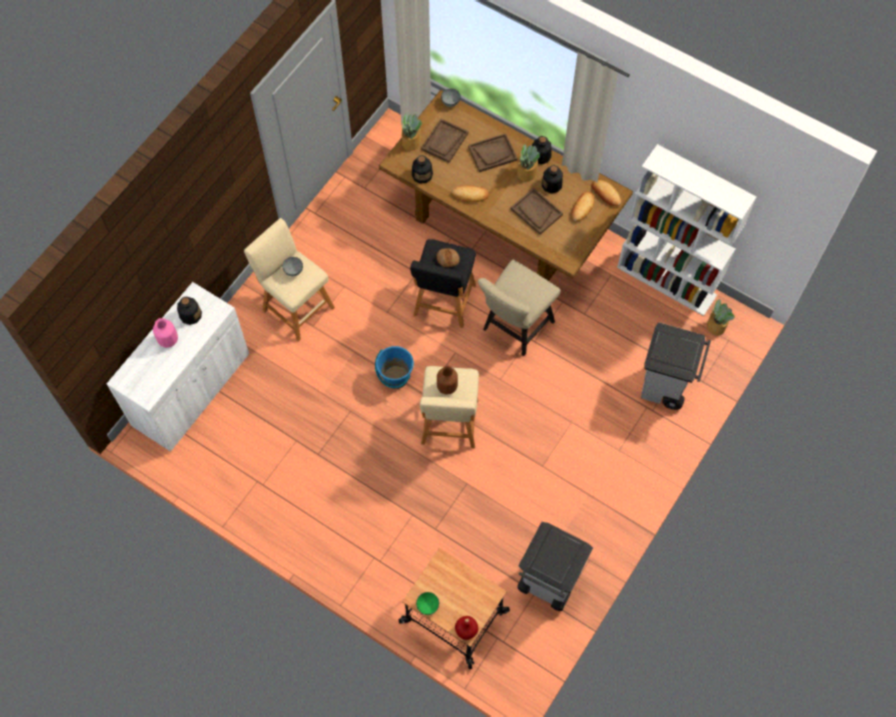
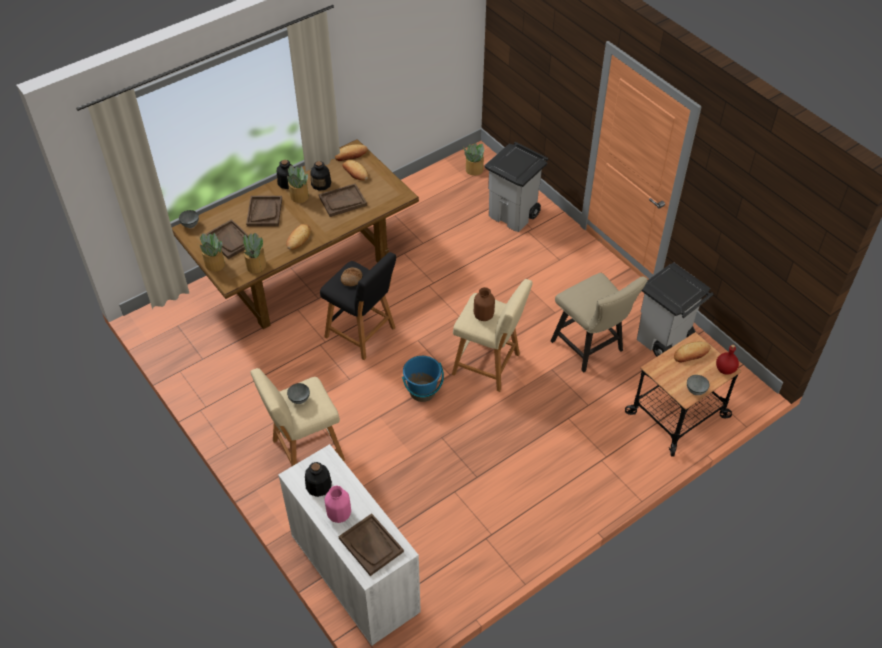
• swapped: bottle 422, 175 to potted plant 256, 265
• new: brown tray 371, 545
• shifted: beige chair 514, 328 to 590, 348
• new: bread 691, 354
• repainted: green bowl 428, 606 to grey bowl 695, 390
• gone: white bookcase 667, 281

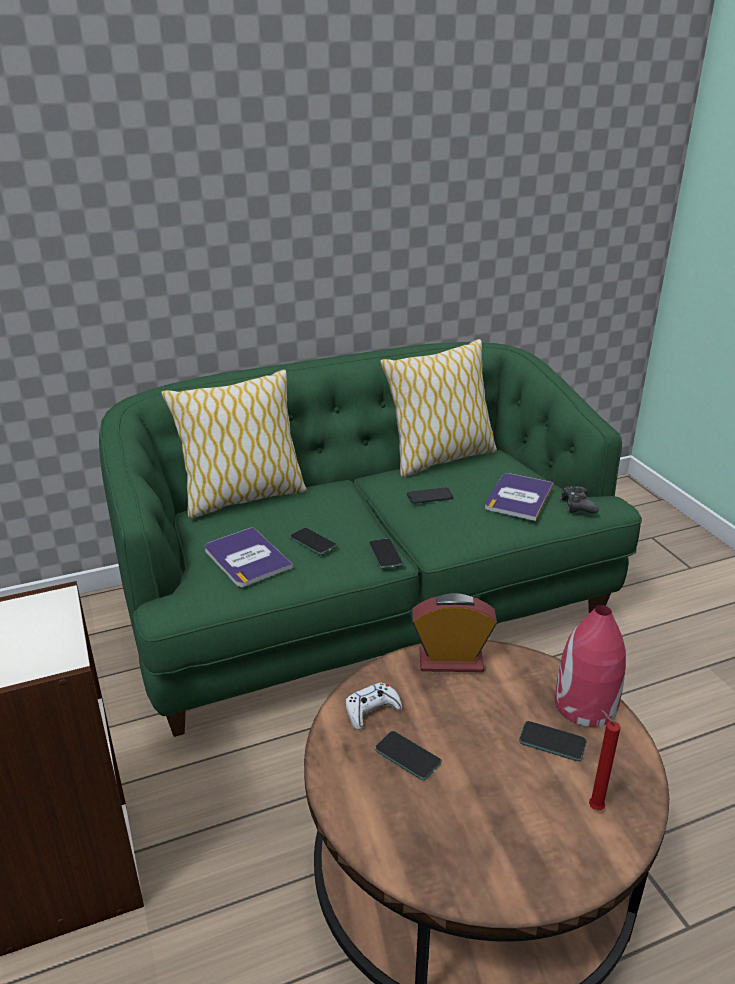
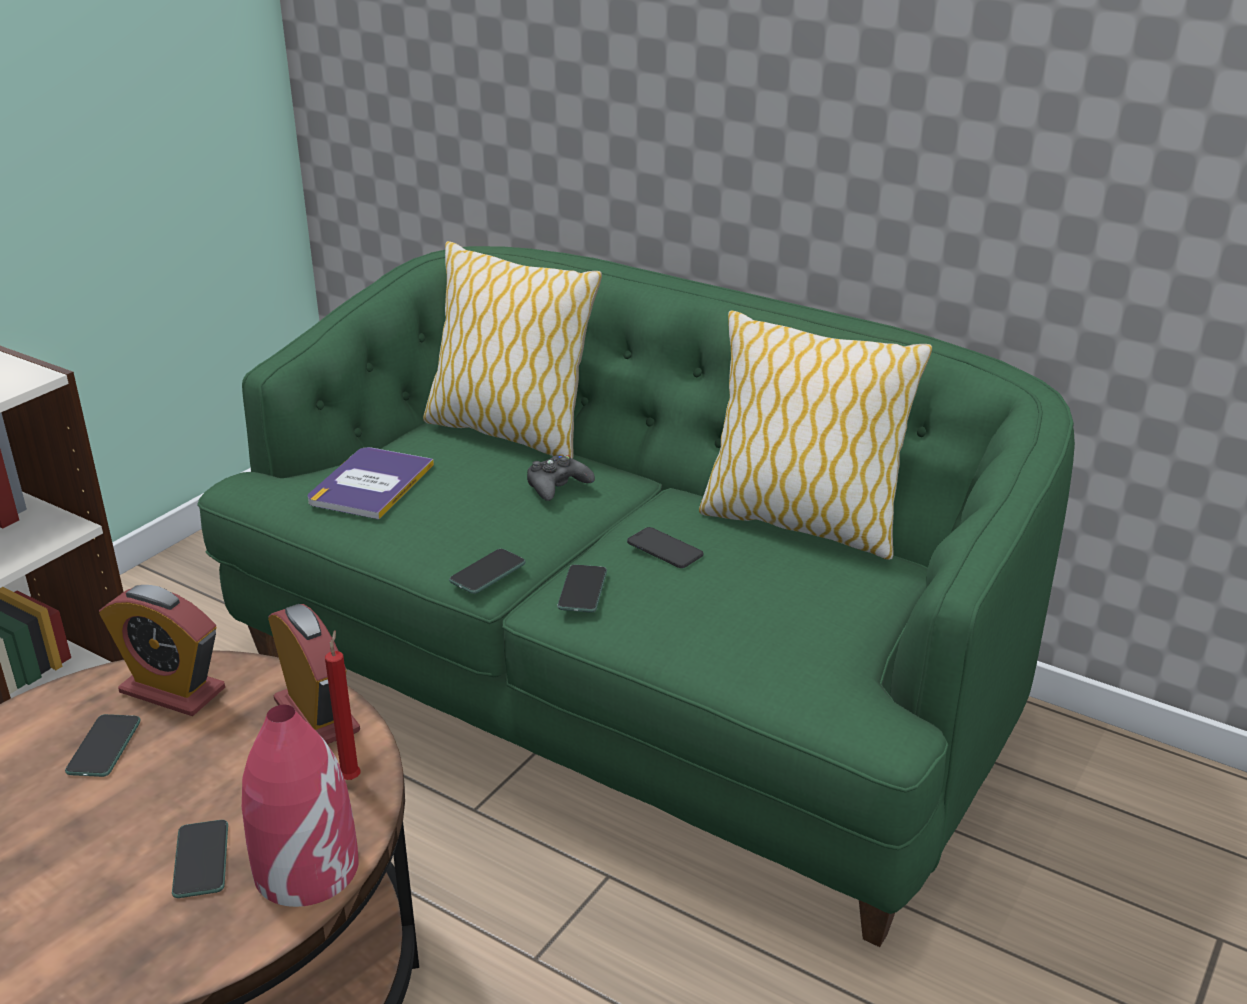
• swapped: white game controller 372, 710 to alarm clock 172, 691
• shifted: red candle 593, 806 to 351, 777
• shifted: black game controller 577, 505 to 557, 486
• shifted: phone 313, 542 to 582, 590
• gone: book 519, 497

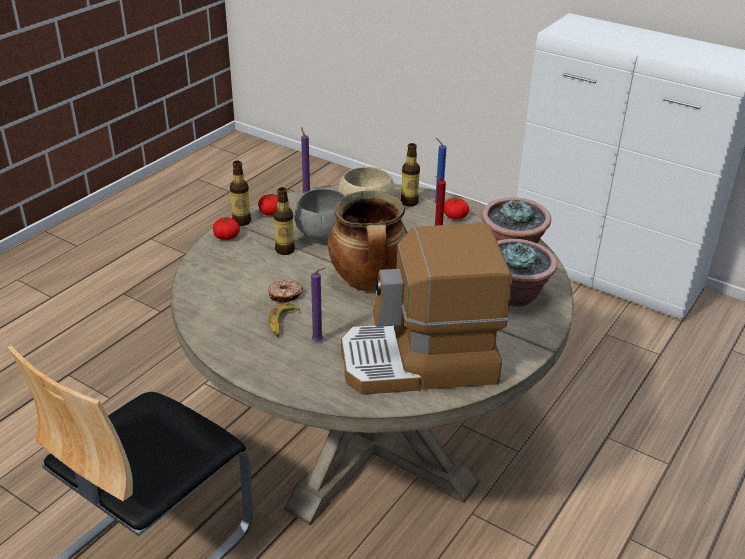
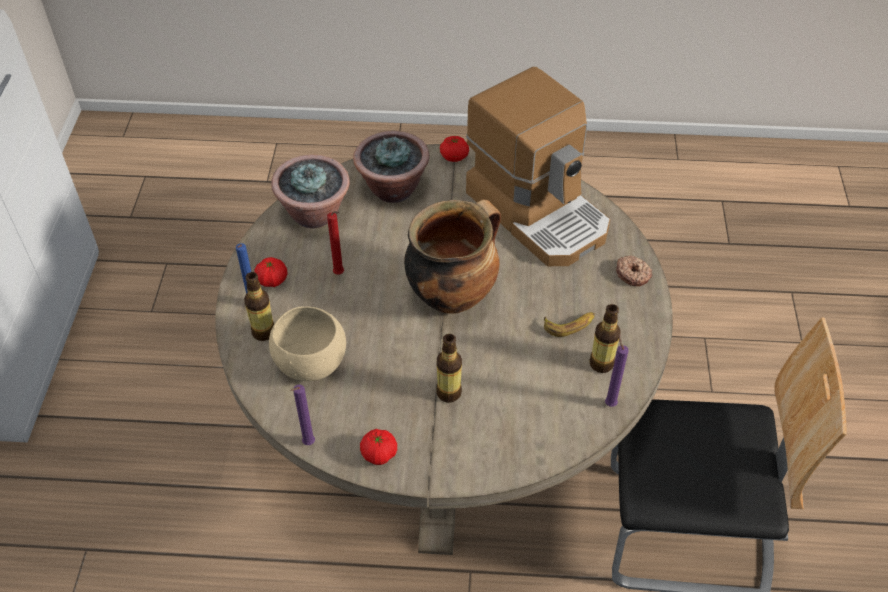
• shifted: tomato 226, 237 to 454, 156
• shifted: bottle 242, 221 to 601, 363
• shifted: purple candle 319, 342 to 609, 402
• shifted: donut 285, 295 to 633, 274
• gone: grey bowl 324, 235

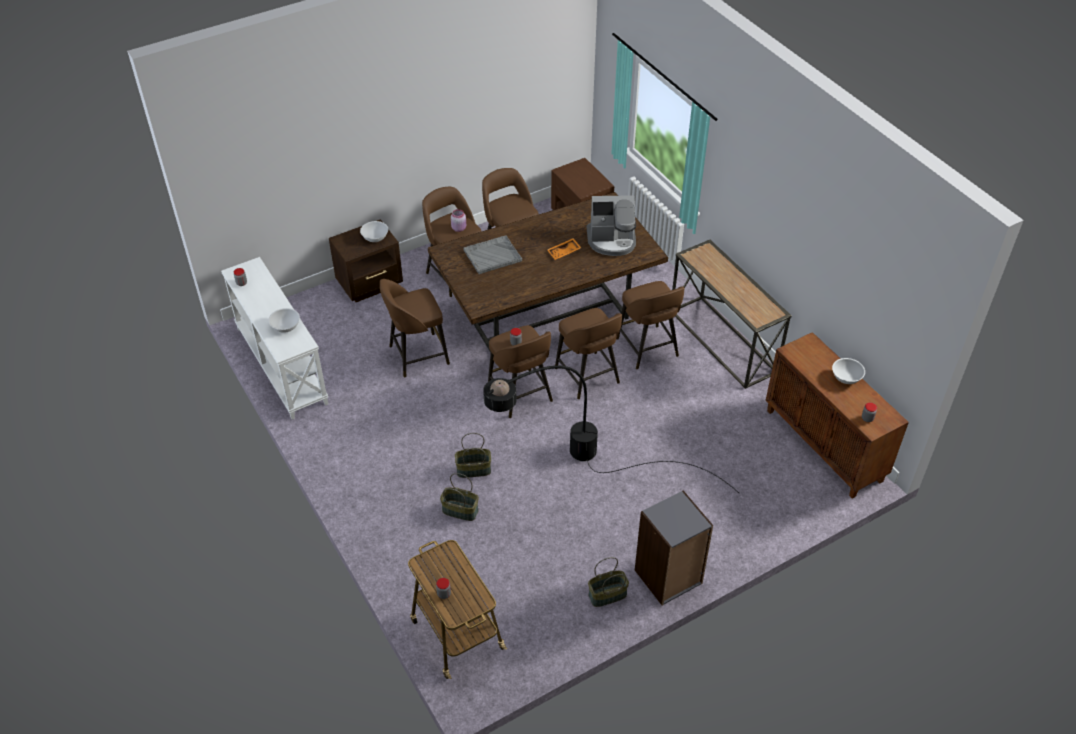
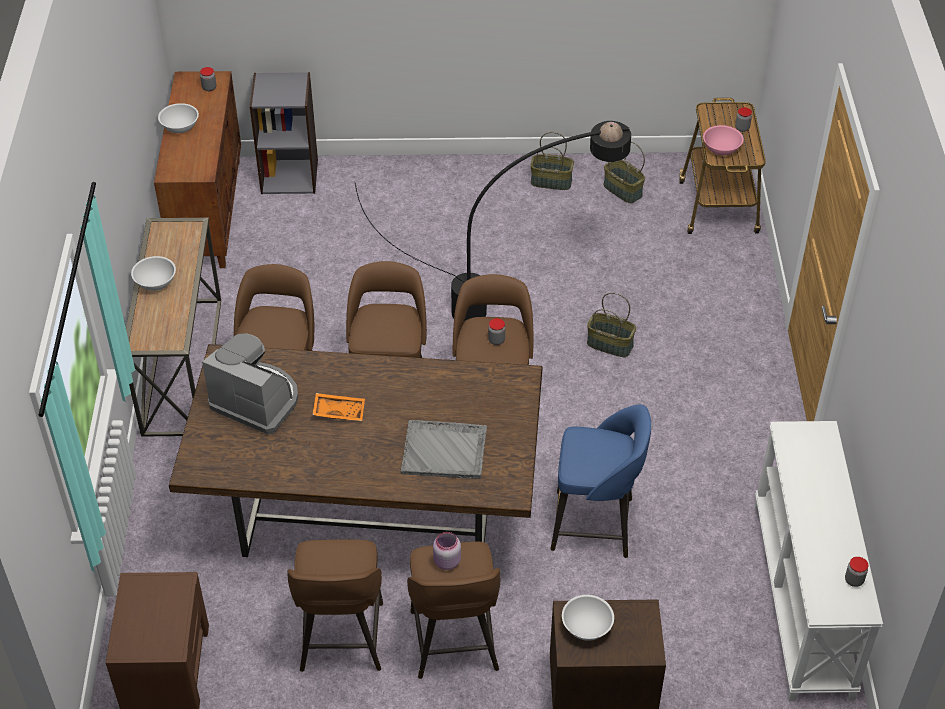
• shifted: white bowl 285, 326 to 155, 283
• shifted: grey bookcase 668, 577 to 289, 176
• repainted: brown stool 417, 355 to blue stool 595, 524
• shifted: basket 460, 510 to 622, 190
• new: pink bowl 721, 149

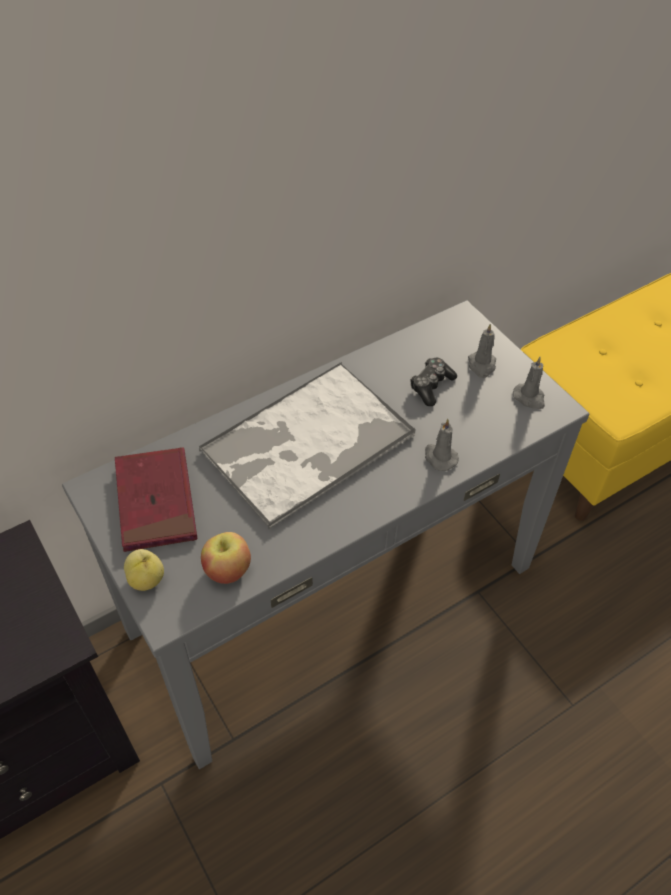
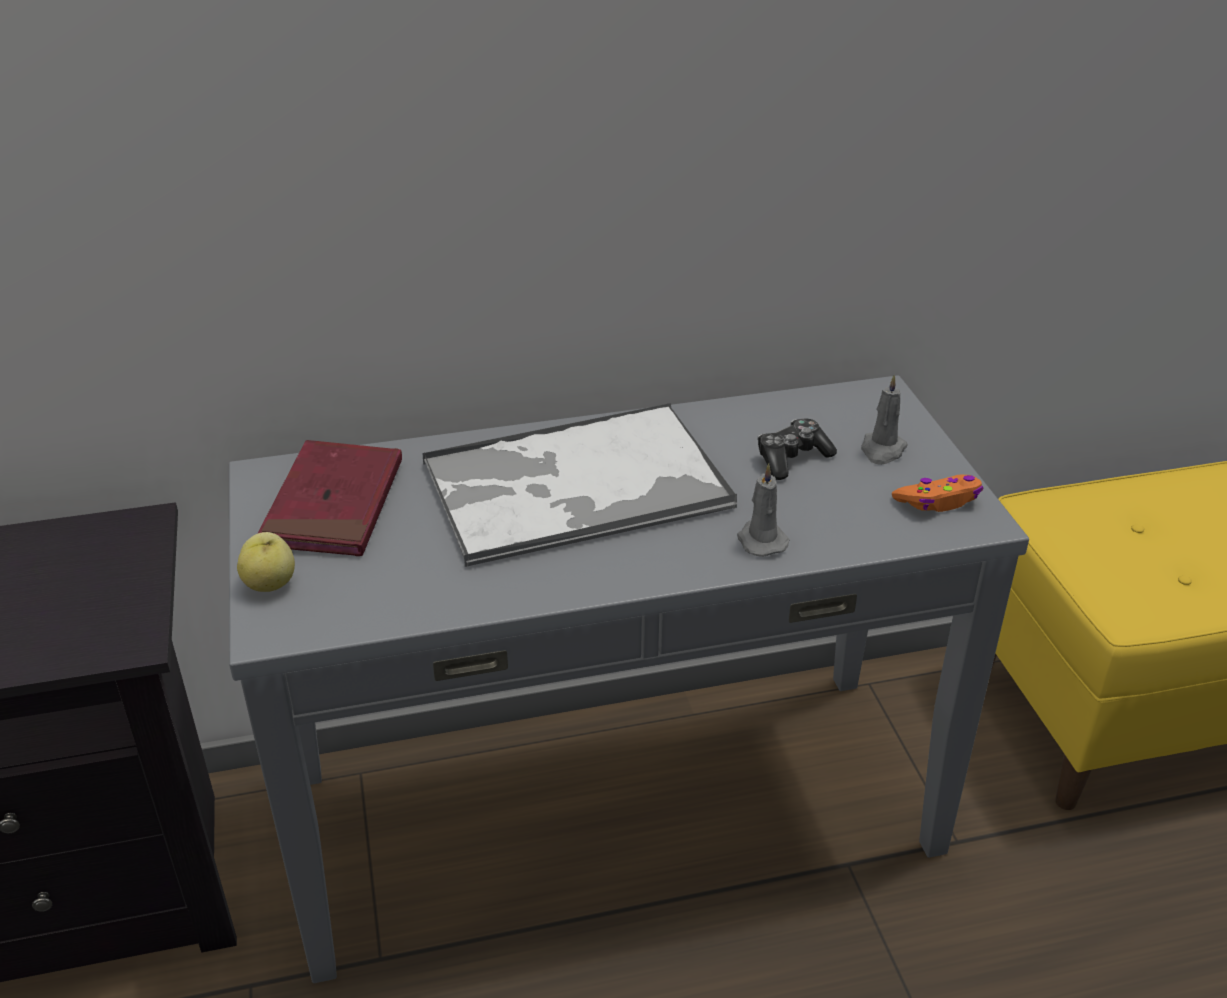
• swapped: grey candle 529, 398 to orange game controller 939, 501
• gone: apple 227, 569

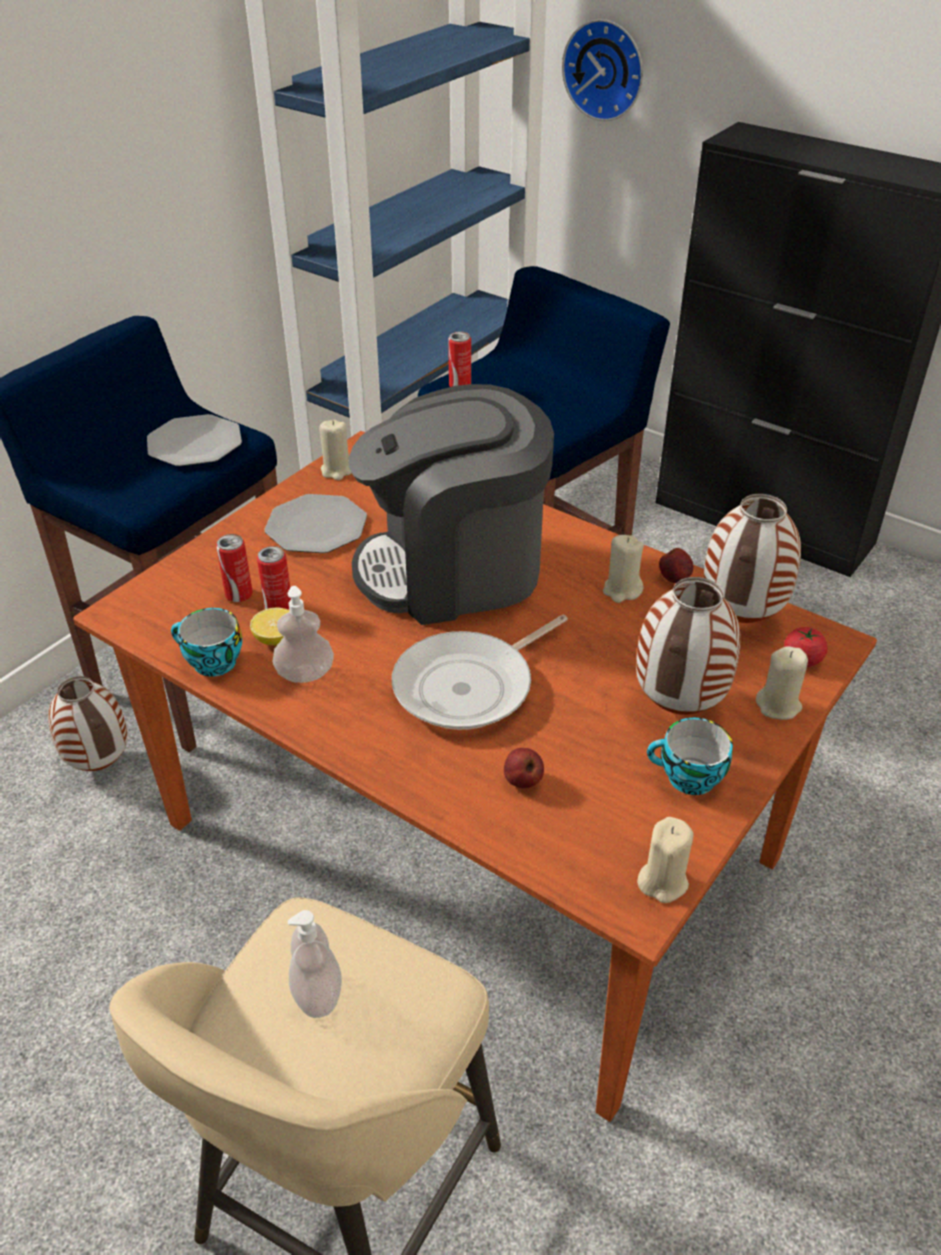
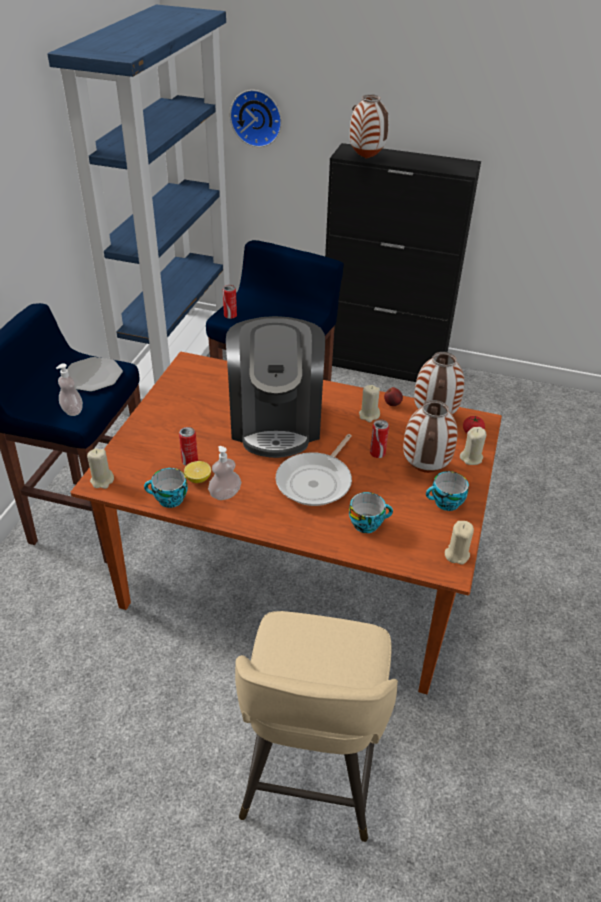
• shifted: soap dispenser 317, 993 to 72, 410
• shifted: beige candle 337, 470 to 102, 480
• rotated: coffee machine 453, 570 = 276, 422 60 degrees counterclockwise
• swapped: apple 522, 781 to cup 367, 523
• shifted: vase 101, 764 to 367, 158
• shifted: can 239, 595 to 377, 453
• gone: plate 316, 527

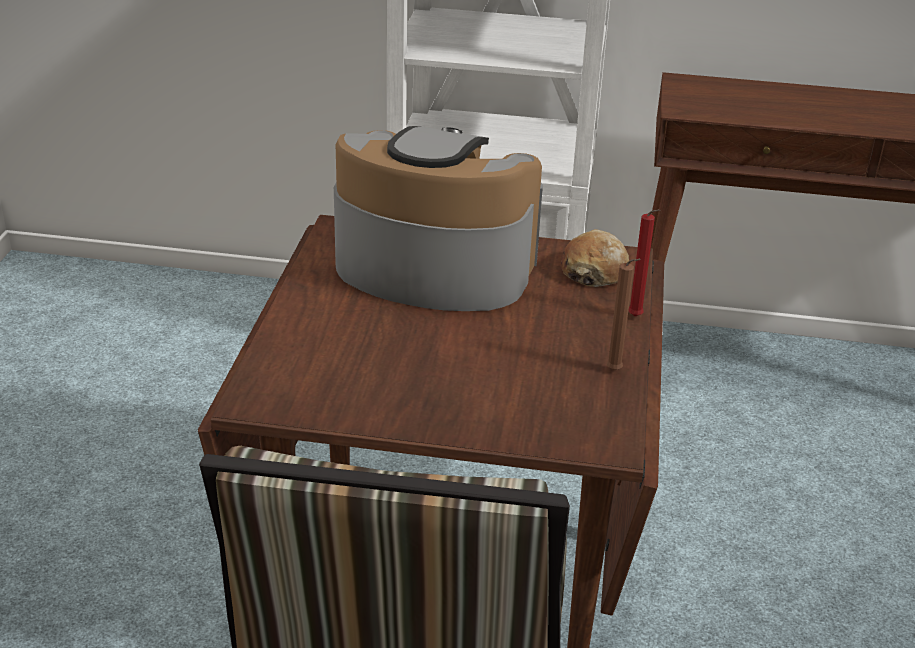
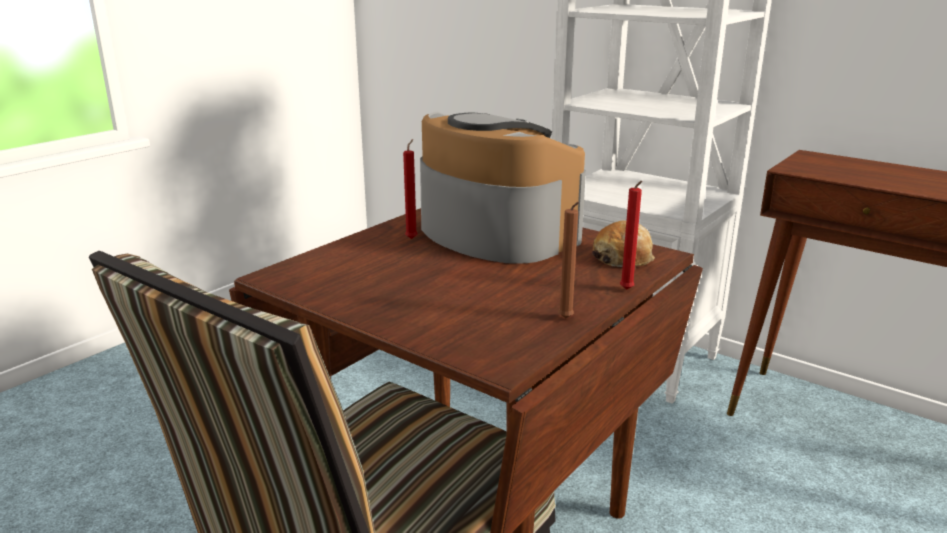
• new: red candle 412, 238

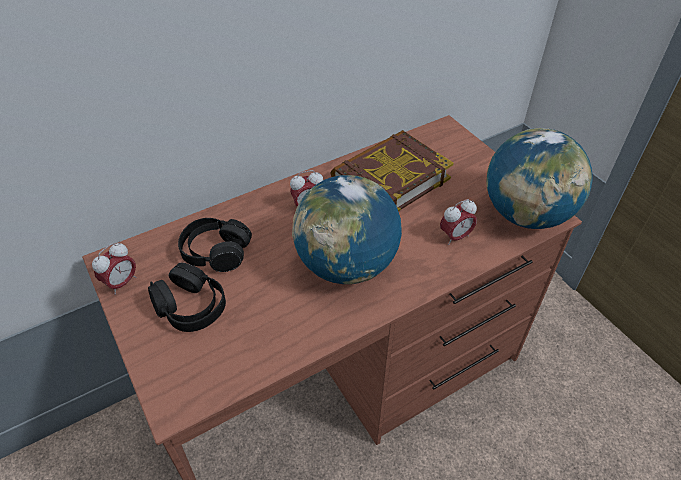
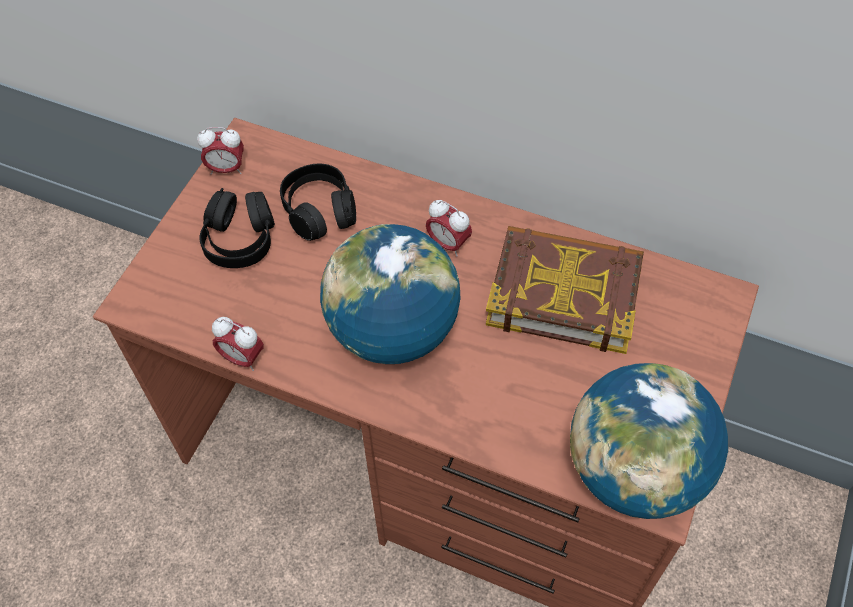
• shifted: alarm clock 455, 237 to 242, 358

